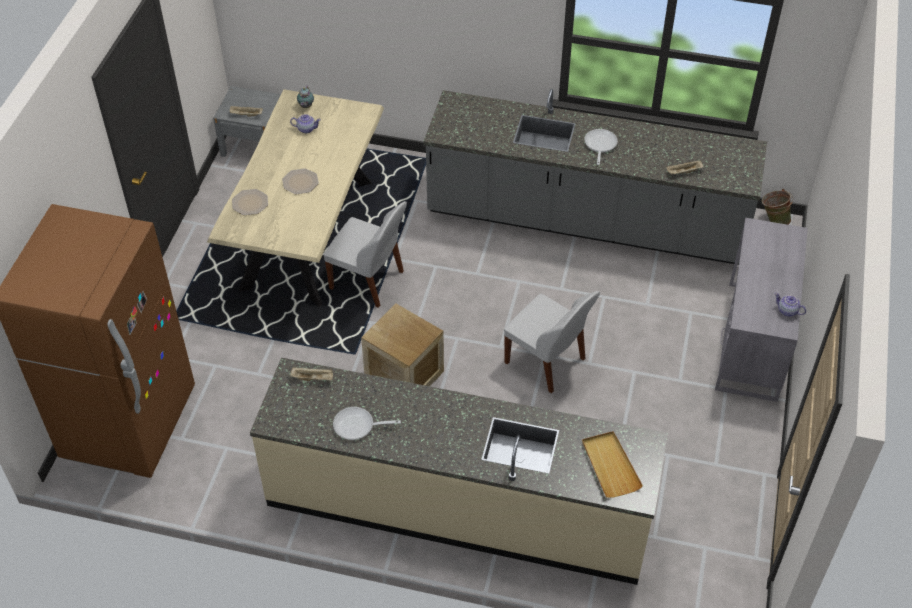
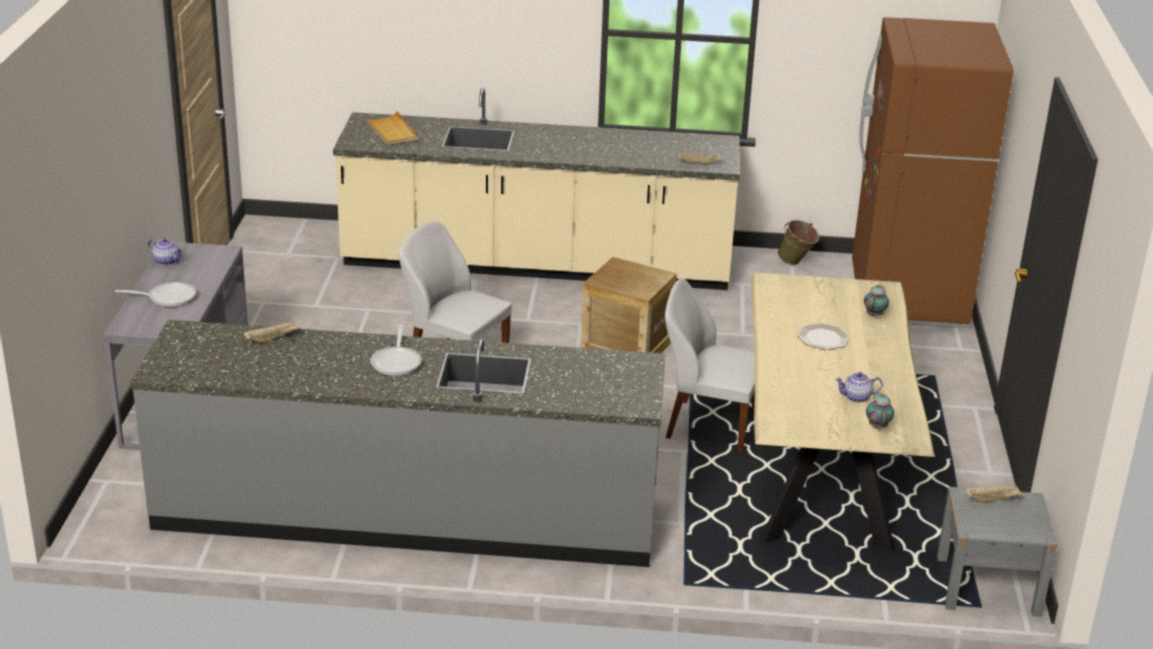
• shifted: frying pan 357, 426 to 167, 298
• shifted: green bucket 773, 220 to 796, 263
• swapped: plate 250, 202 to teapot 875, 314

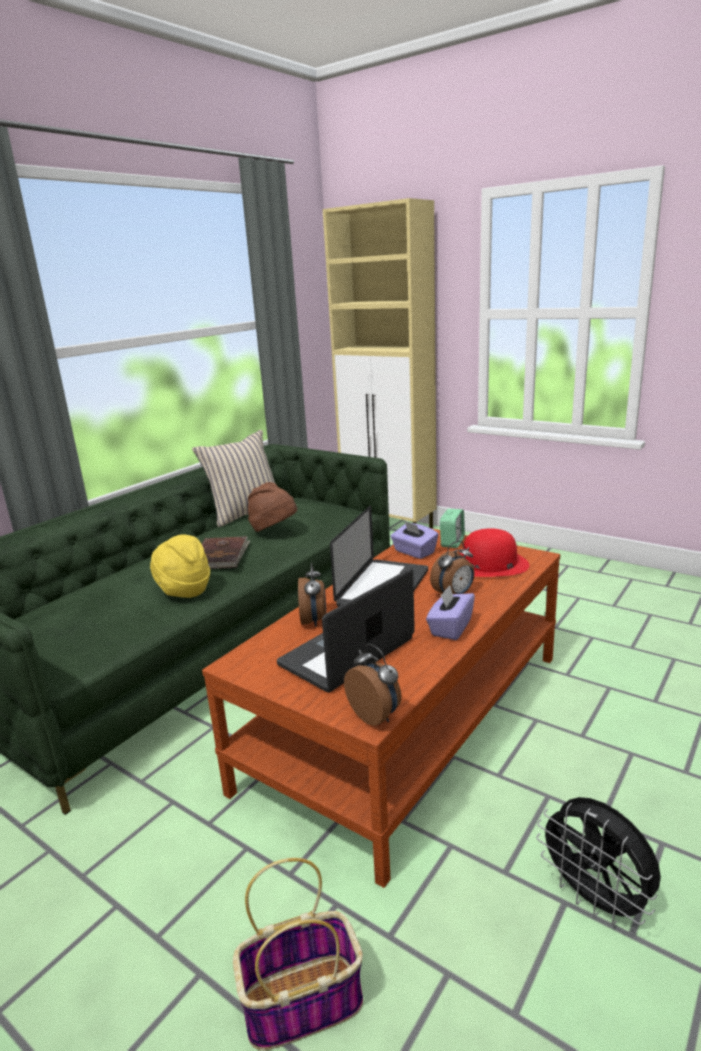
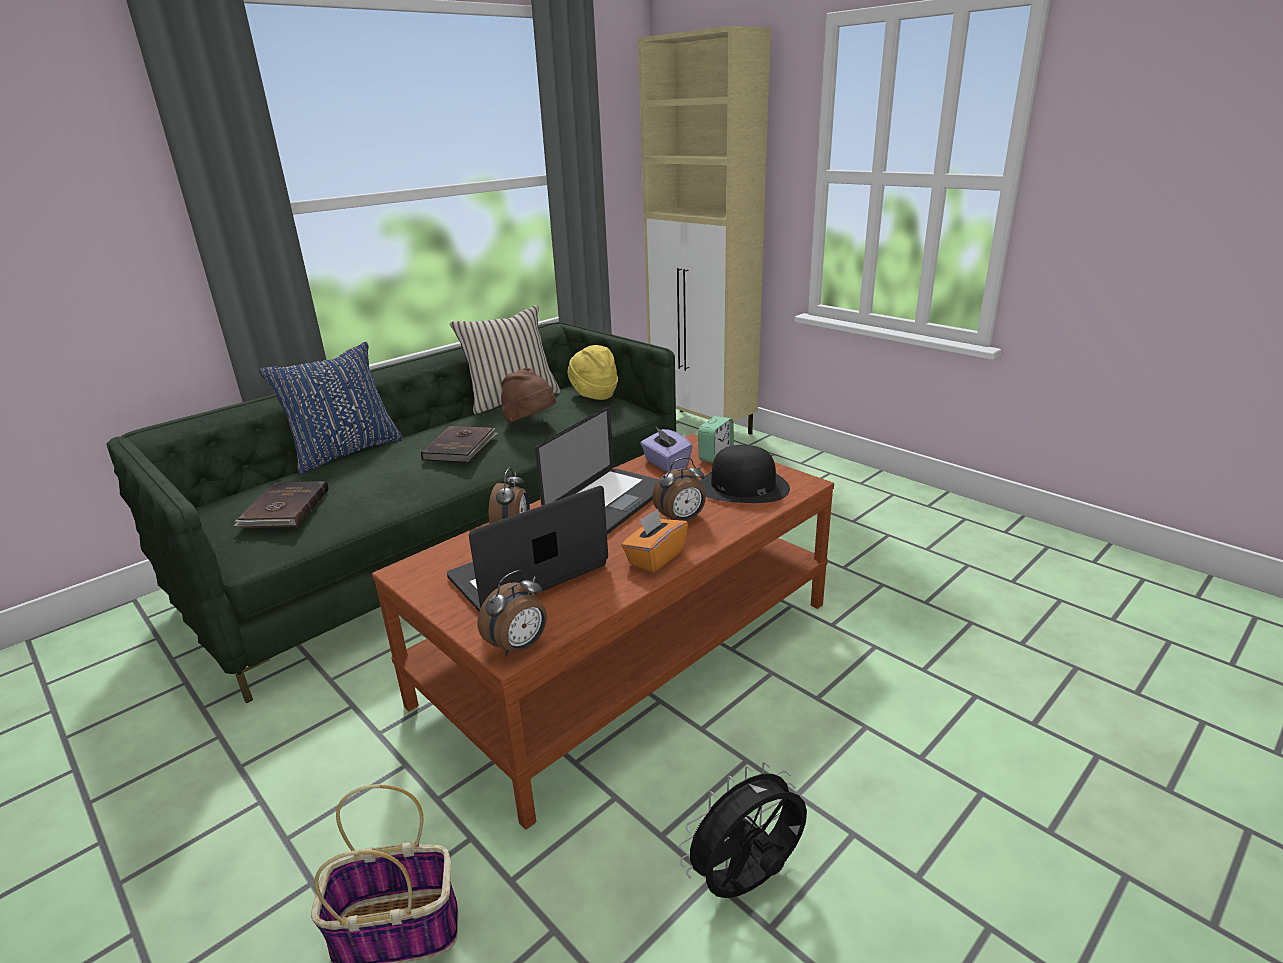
• new: brown book 284, 508
• new: blue pillow 345, 451
• rotated: alarm clock 376, 715 = 519, 647 75 degrees clockwise
• shifted: yellow hat 183, 590 to 593, 395
• repainted: purple tissue box 450, 628 to orange tissue box 655, 558
• rotated: black fan 595, 900 = 747, 883 90 degrees clockwise
• repainted: red hat 489, 564 to black hat 742, 487

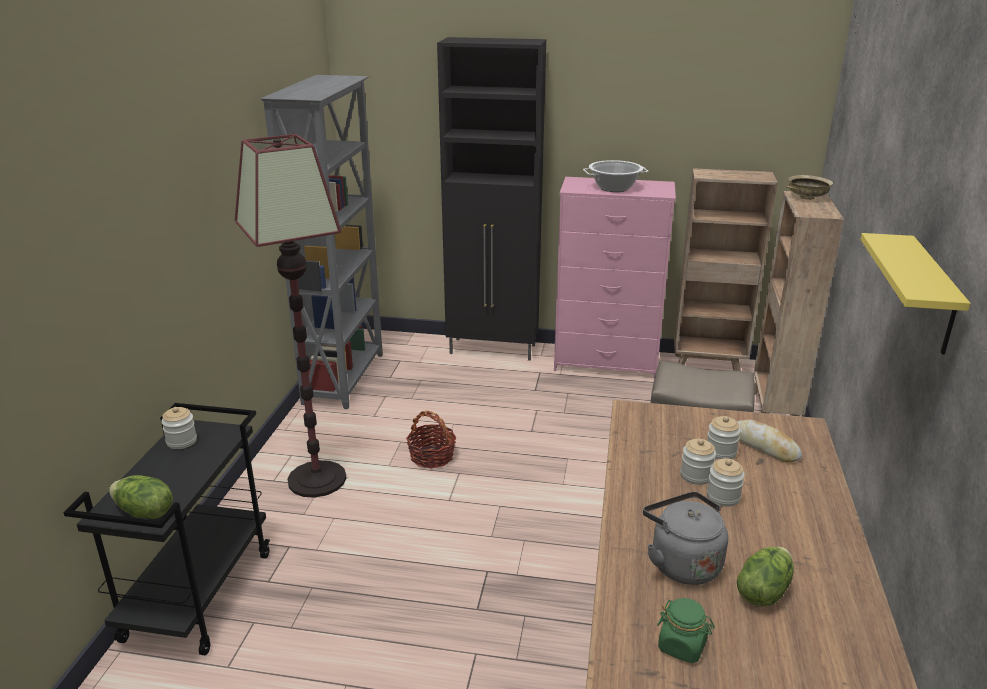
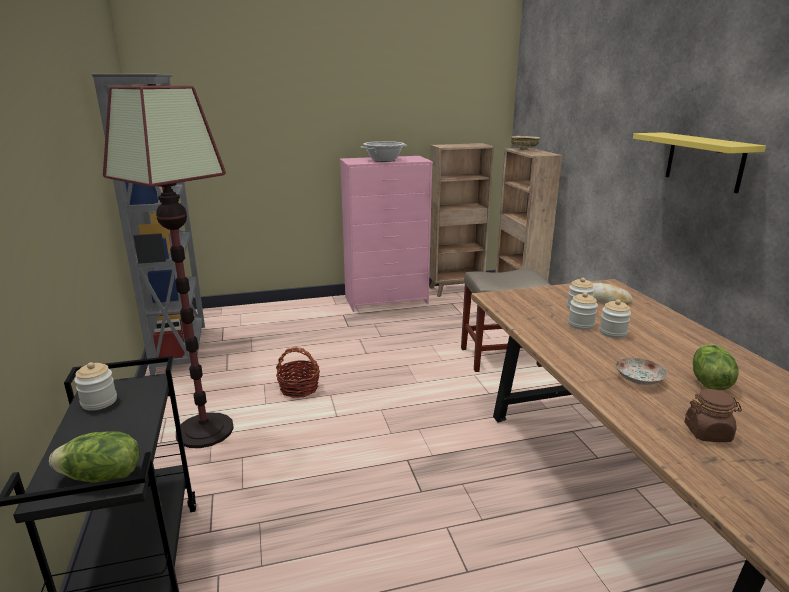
• swapped: grey kettle 682, 563 to plate 638, 379
• repainted: green jar 682, 646 to brown jar 707, 433
• gone: black cabinet 493, 350

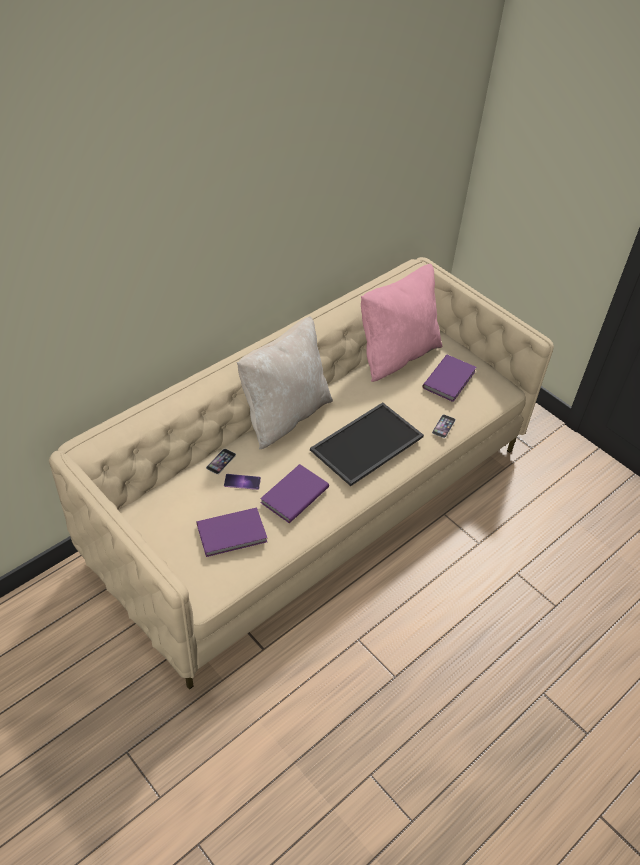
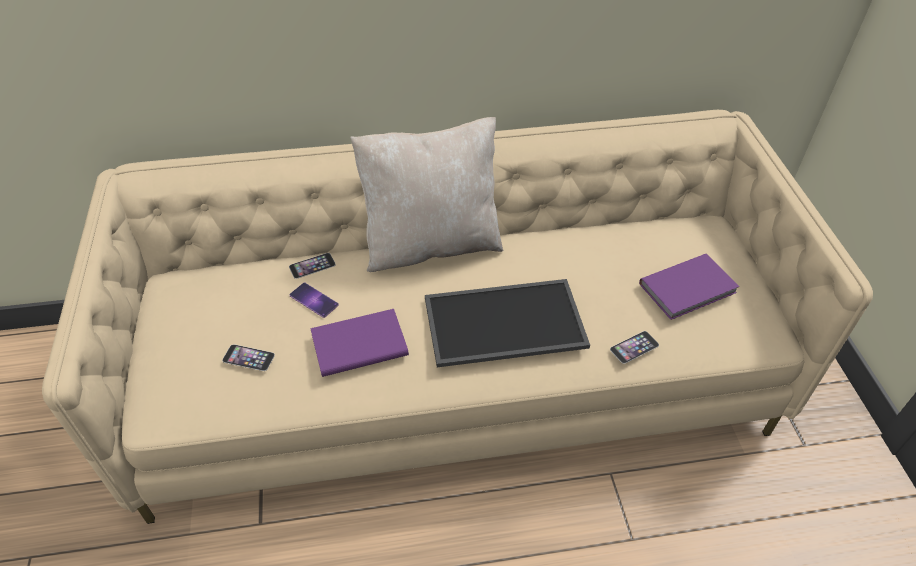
• swapped: purple book 233, 534 to phone 248, 357
• gone: pink pillow 396, 355

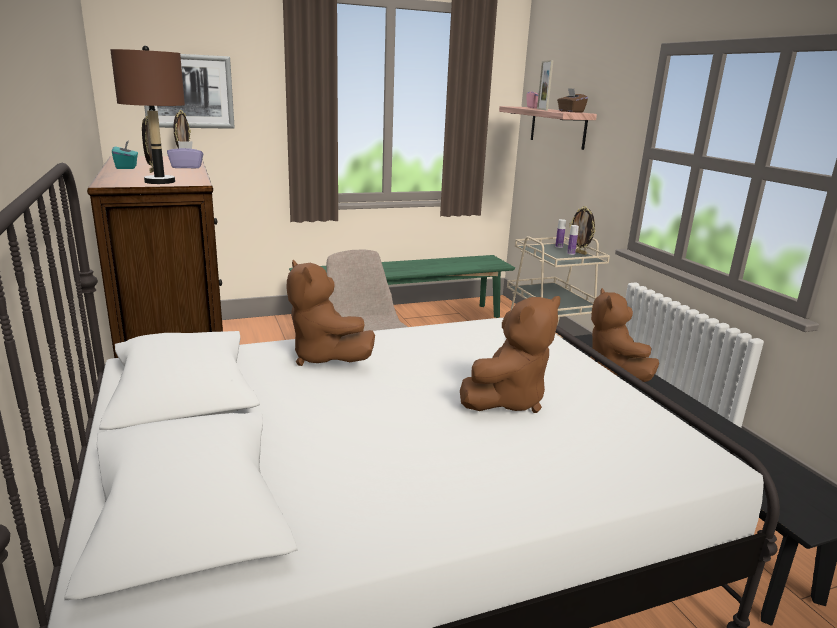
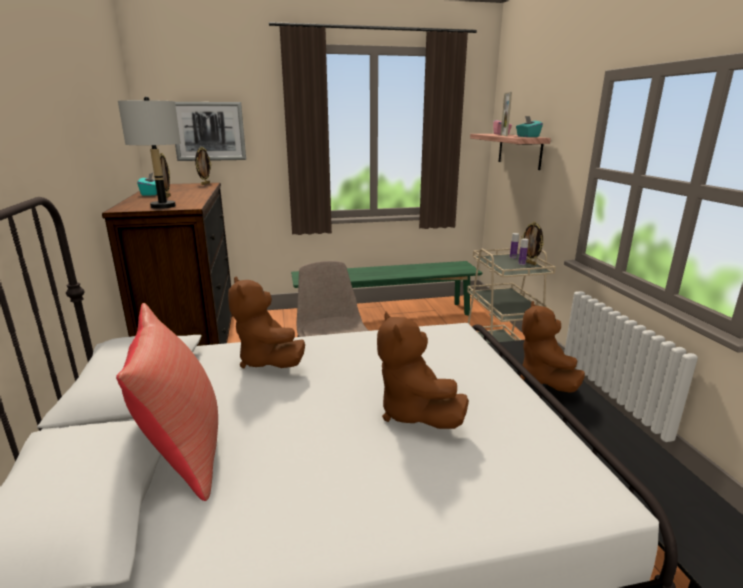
• new: red pillow 183, 449
• repainted: brown table lamp 160, 182 to grey table lamp 163, 206
• rotated: brown plush toy 507, 400 = 414, 413 105 degrees clockwise
• repainted: brown tissue box 570, 111 to turquoise tissue box 527, 136
• gone: purple tissue box 187, 167

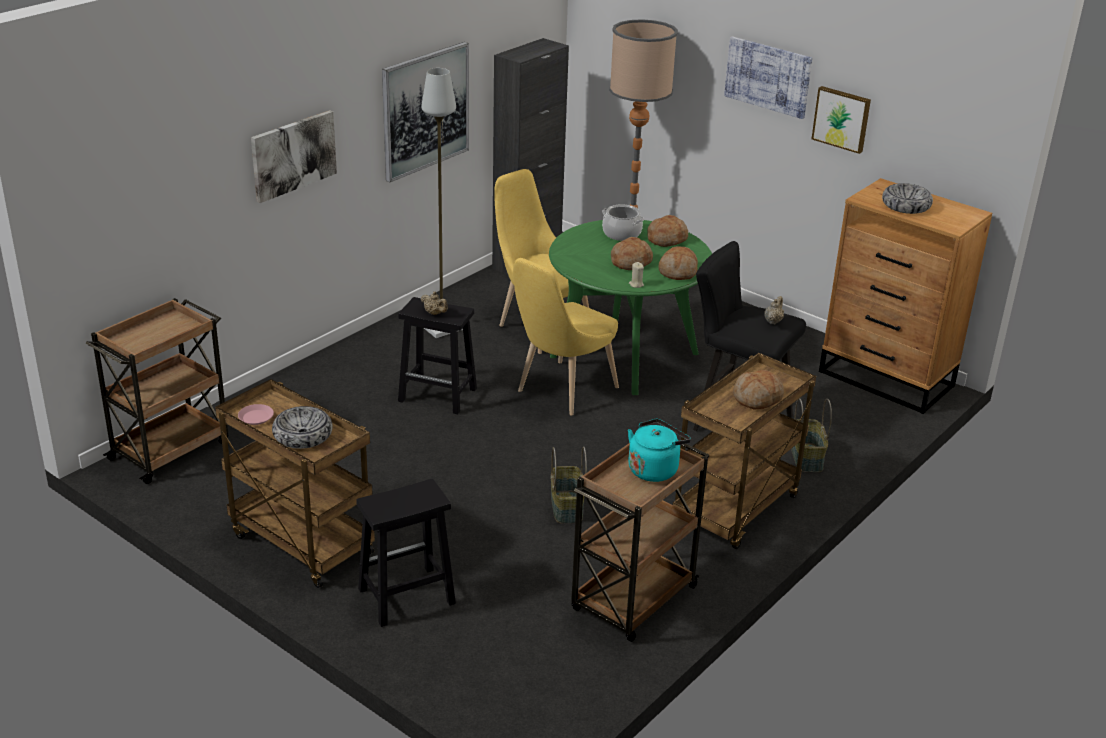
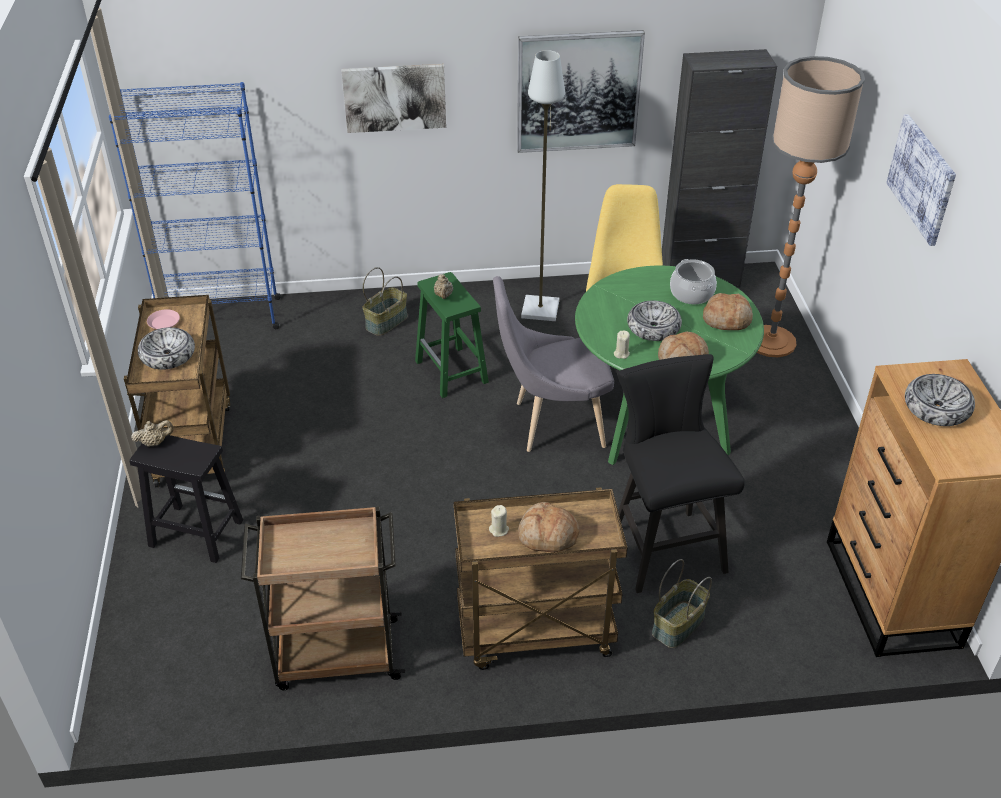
• swapped: brown cart 171, 449 to blue bookcase 221, 316
• shifted: beige teapot 773, 321 to 155, 443
• shifted: basket 566, 507 to 386, 322
• repainted: black stool 439, 395 to green stool 452, 372
• new: beige candle 499, 530
• repainted: yellow chair 562, 392 to grey chair 552, 424
• swapped: bread 631, 262 to bowl 653, 327
• gone: turquoise kettle 654, 469
• gone: picture 842, 118

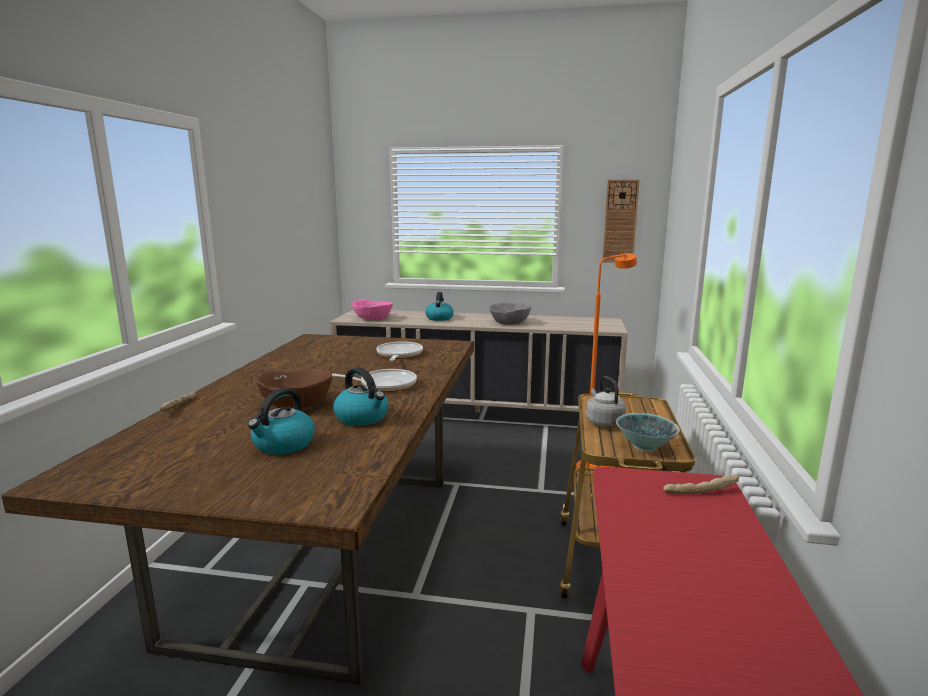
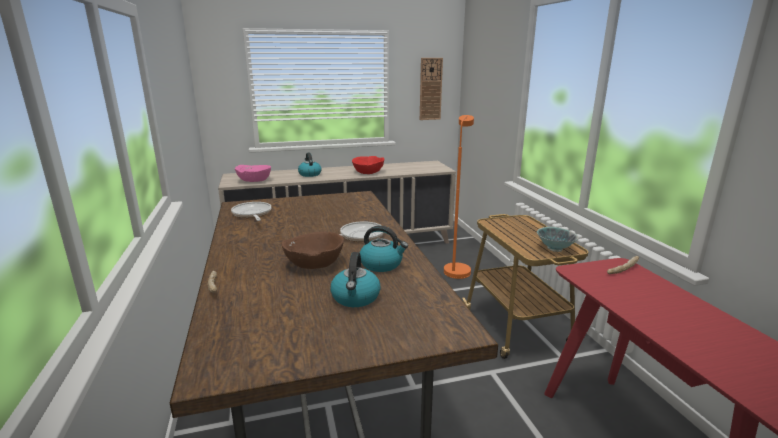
• shifted: frying pan 399, 355 to 252, 214
• repainted: grey bowl 509, 323 to red bowl 368, 172
• gone: grey kettle 603, 422

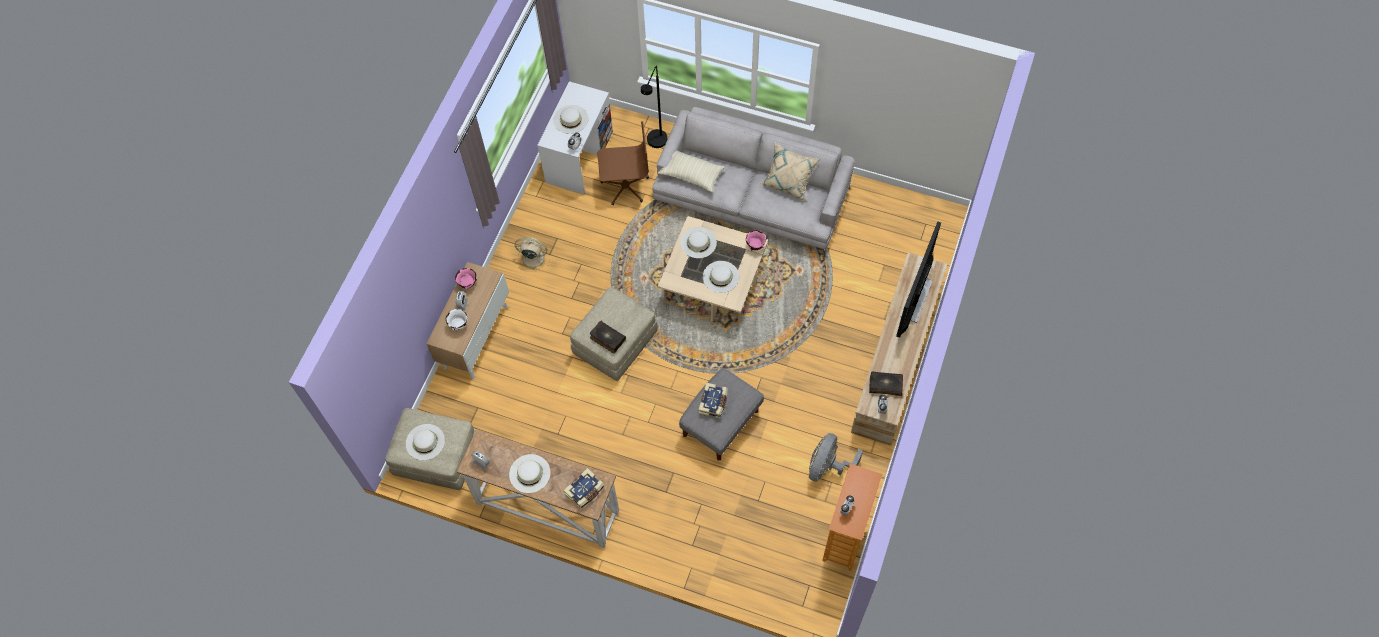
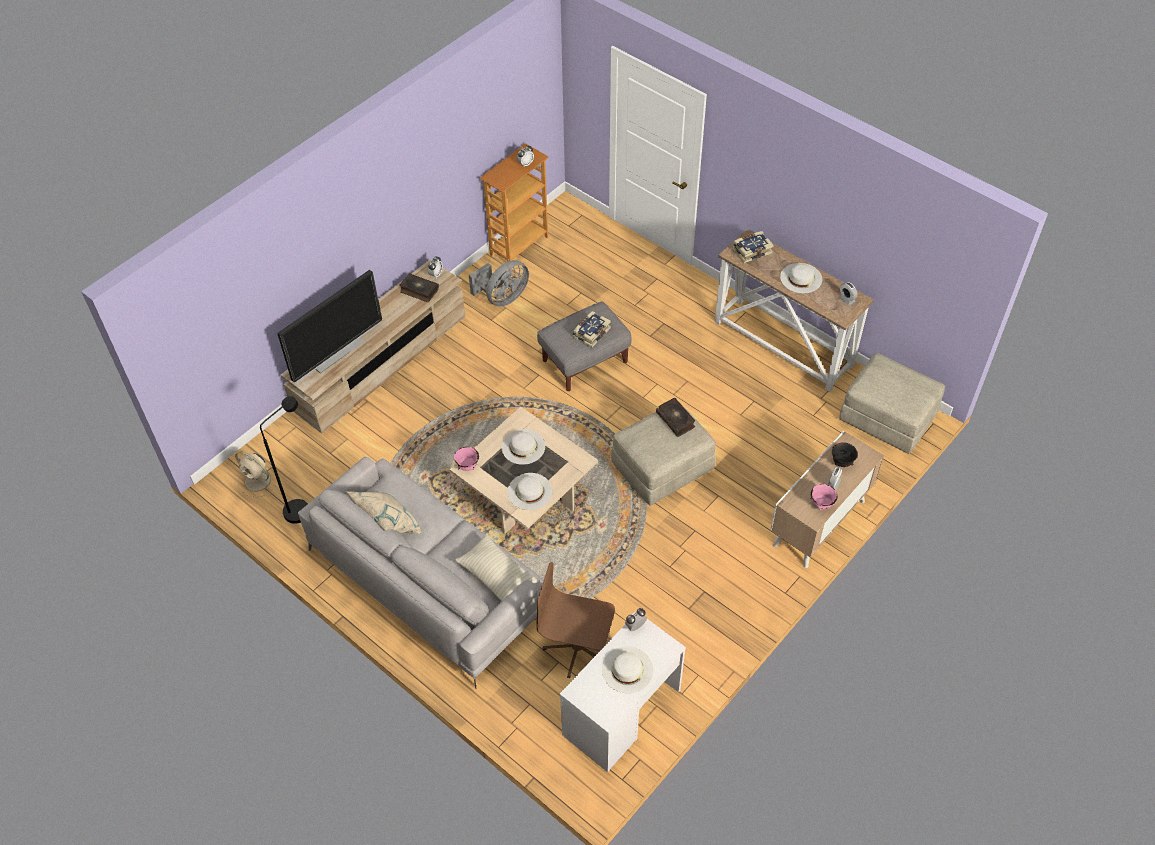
• shifted: beige fan 532, 258 to 258, 481
• shifted: black floor lamp 656, 144 to 302, 506
• repainted: white bowl 459, 325 to black bowl 841, 462
• gone: white hat 425, 442

